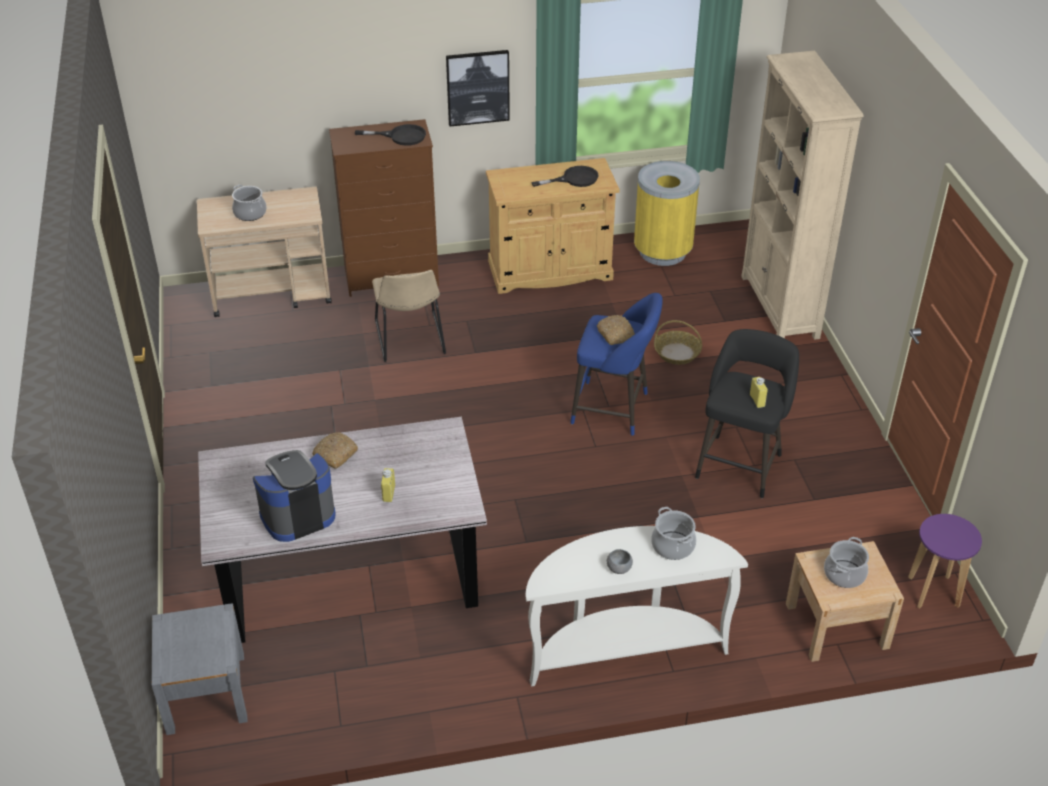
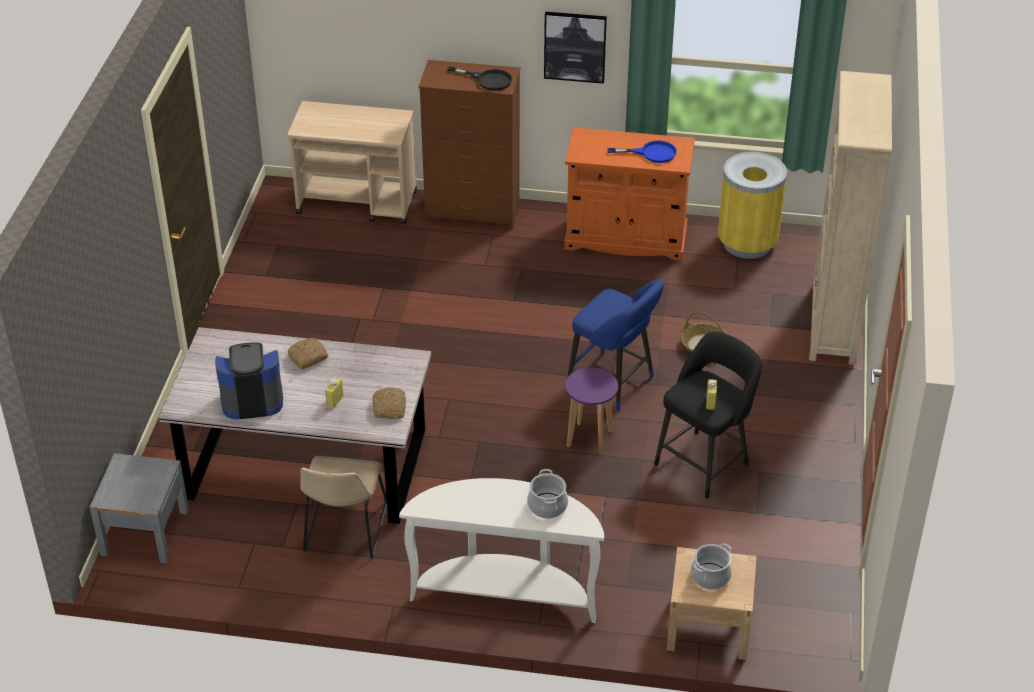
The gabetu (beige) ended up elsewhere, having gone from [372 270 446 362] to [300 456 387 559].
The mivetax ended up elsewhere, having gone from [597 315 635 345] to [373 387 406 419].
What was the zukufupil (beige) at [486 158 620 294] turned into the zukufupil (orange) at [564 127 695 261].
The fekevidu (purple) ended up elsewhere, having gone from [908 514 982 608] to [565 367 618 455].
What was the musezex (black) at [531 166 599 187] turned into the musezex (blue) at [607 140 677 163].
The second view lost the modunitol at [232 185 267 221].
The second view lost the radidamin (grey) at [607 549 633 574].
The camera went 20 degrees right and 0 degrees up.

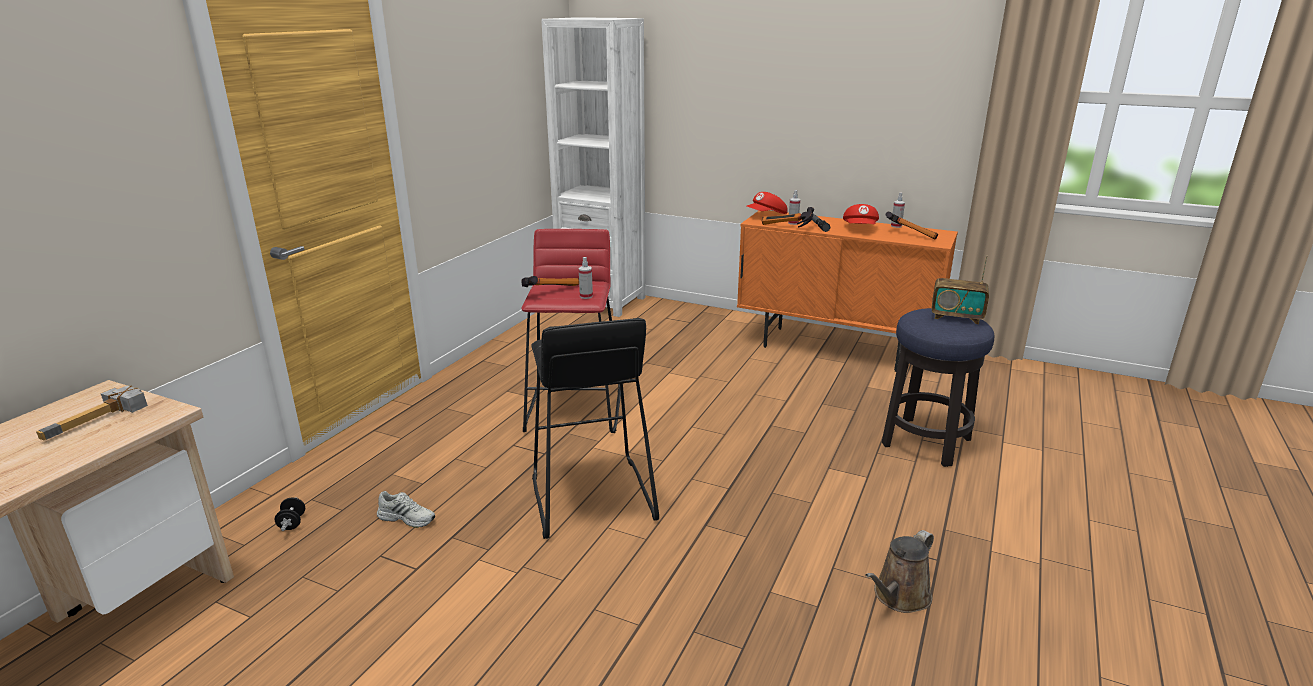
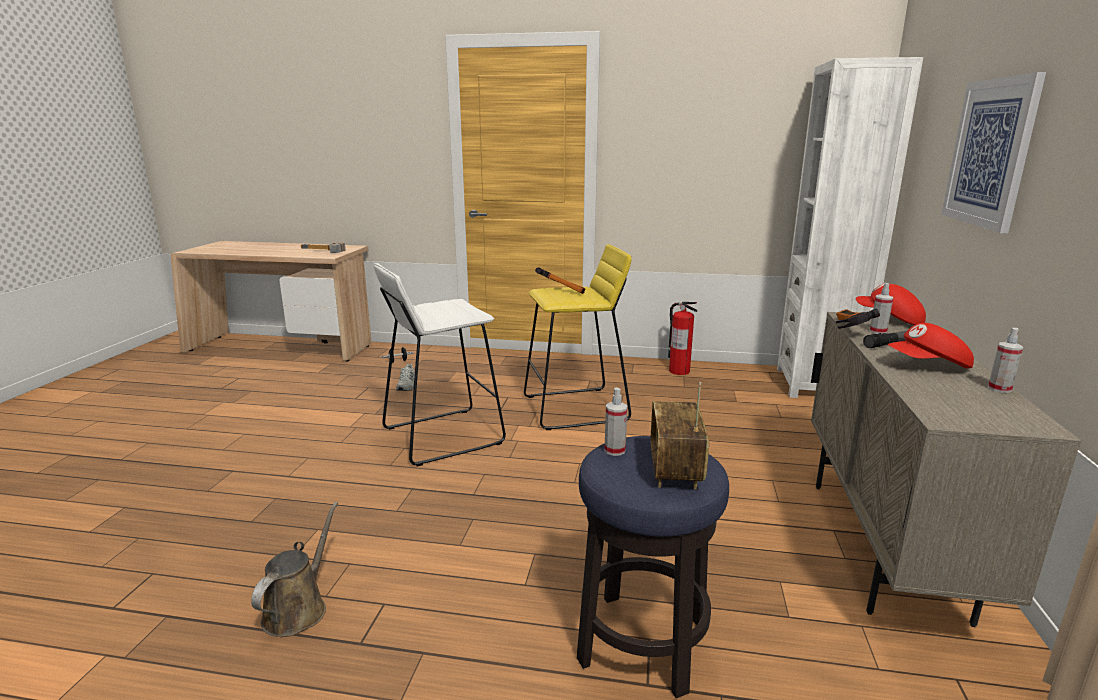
The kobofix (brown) at [865 530 934 613] ended up facing another way, 75 degrees clockwise from before.
What was the fekevidu (black) at [531 318 659 539] turned into the fekevidu (white) at [374 263 506 467].
What was the fekevidu (red) at [521 229 621 433] turned into the fekevidu (yellow) at [524 244 632 430].
The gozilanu ended up elsewhere, having gone from [579 257 593 299] to [604 388 627 456].
The second view gained the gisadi at [668 302 697 375].
What was the zukufupil (orange) at [737 210 958 372] turned into the zukufupil (beige) at [811 312 1081 627].
The second view gained the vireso at [941 72 1046 233].
The second view lost the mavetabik at [885 212 938 239].
The camera went 75 degrees right and 5 degrees down.

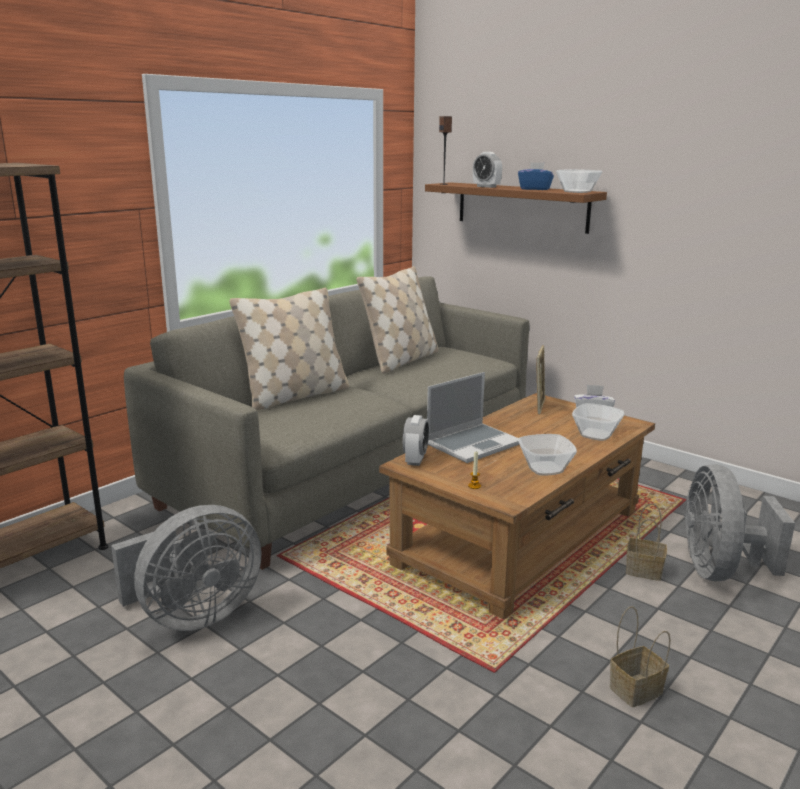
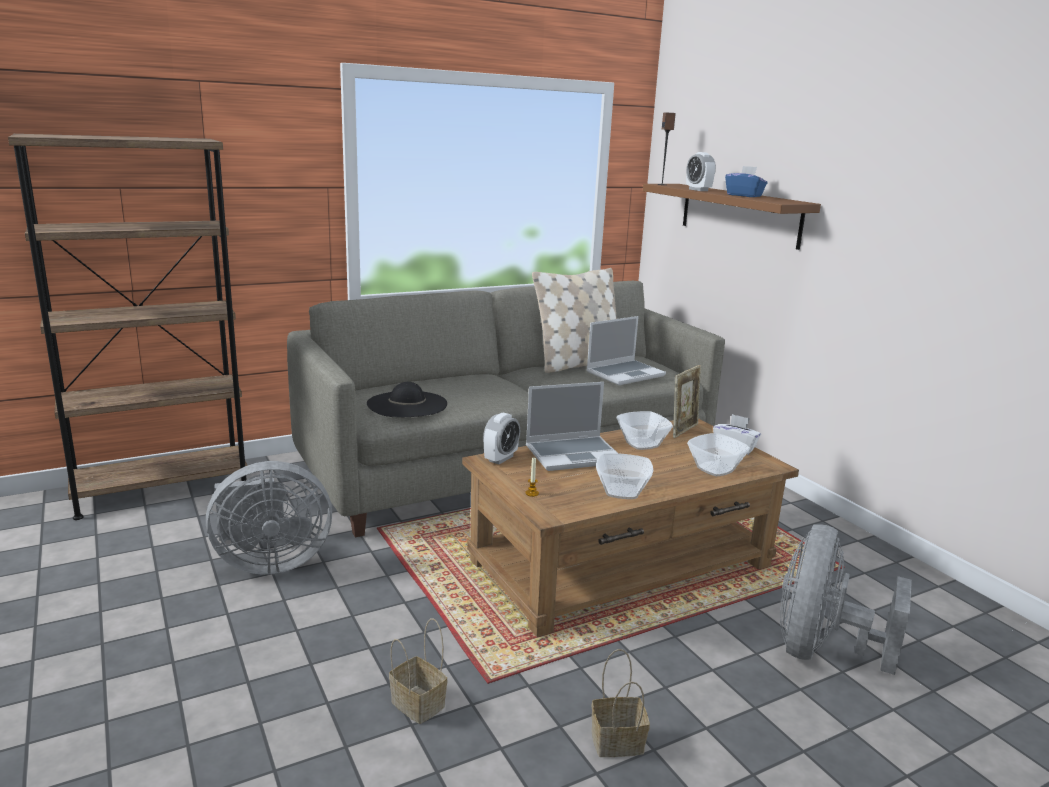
The second view gained the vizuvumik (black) at [367 382 447 417].
The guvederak ended up elsewhere, having gone from [626 503 667 581] to [389 618 447 724].
The second view gained the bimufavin at [586 316 666 385].
The radidamin ended up elsewhere, having gone from [556 169 602 193] to [616 411 673 450].
The second view lost the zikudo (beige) at [229 288 349 410].
The camera went 20 degrees right and 0 degrees up.

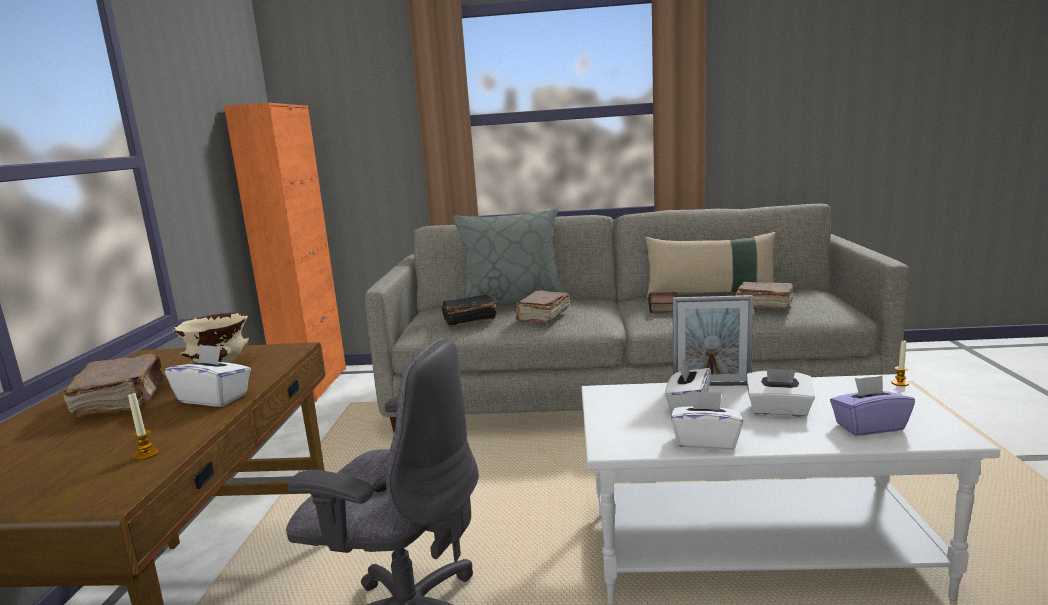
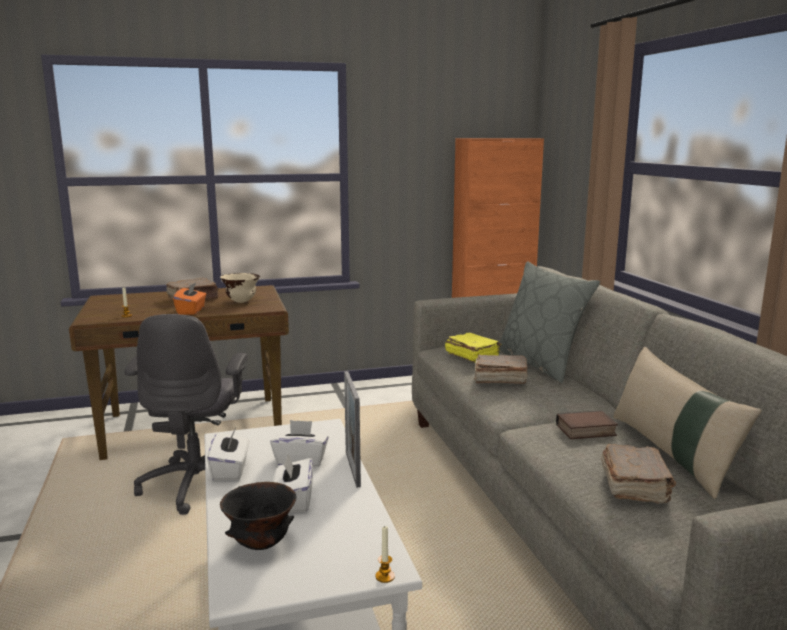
What was the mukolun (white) at [165 344 251 407] turned into the mukolun (orange) at [173 282 206 315].
Where the mukolun (purple) stood at [830 376 915 436], the radidamin (black) came to stand at [220 482 296 550].
What was the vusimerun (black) at [442 295 497 327] turned into the vusimerun (yellow) at [445 332 501 363].
The camera went 70 degrees right and 0 degrees up.

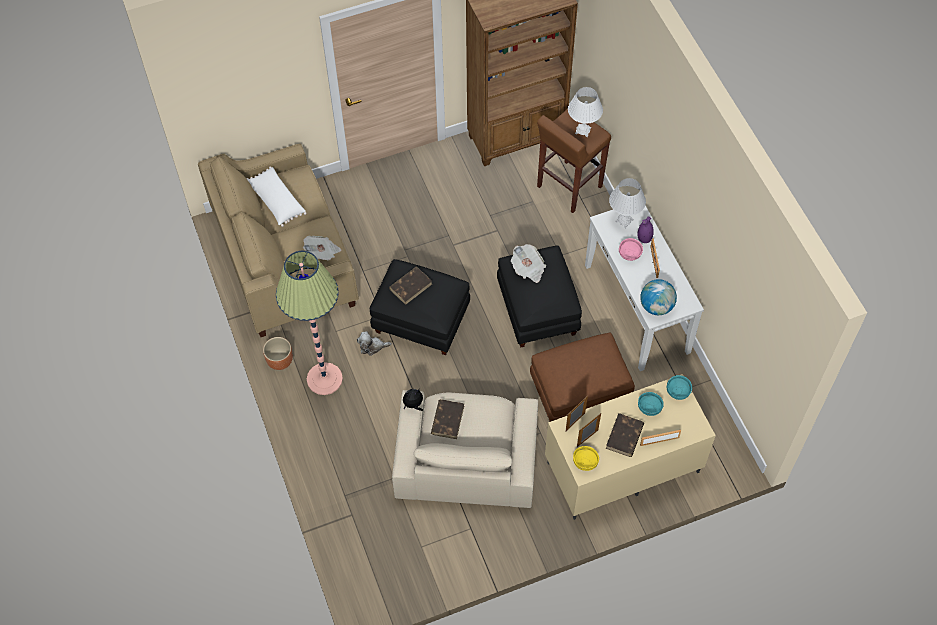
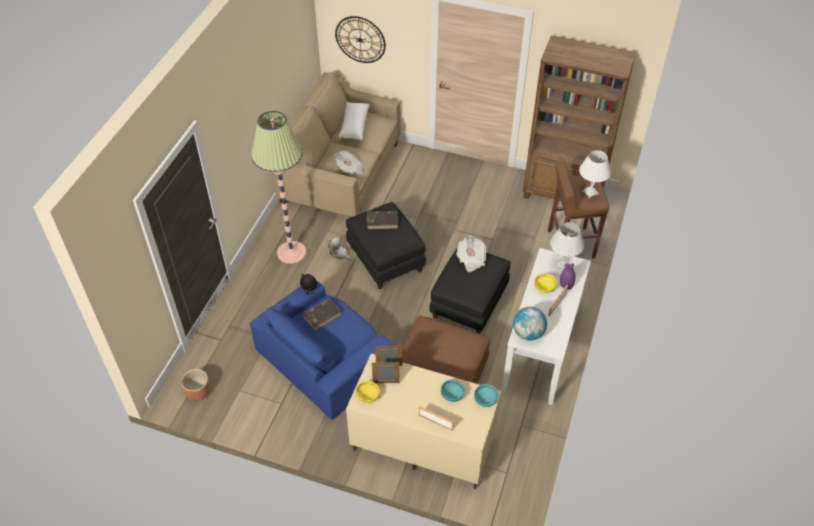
The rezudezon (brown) ended up elsewhere, having gone from [263 337 293 370] to [181 369 210 400].
What was the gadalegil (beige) at [392 390 538 508] turned into the gadalegil (blue) at [250 280 393 420].
The second view gained the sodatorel at [335 16 386 63].
What was the radidamin (pink) at [619 238 643 261] turned into the radidamin (yellow) at [534 273 557 293].
The second view lost the vusimerun (brown) at [606 413 644 457].
The camera went 40 degrees right and 10 degrees down.

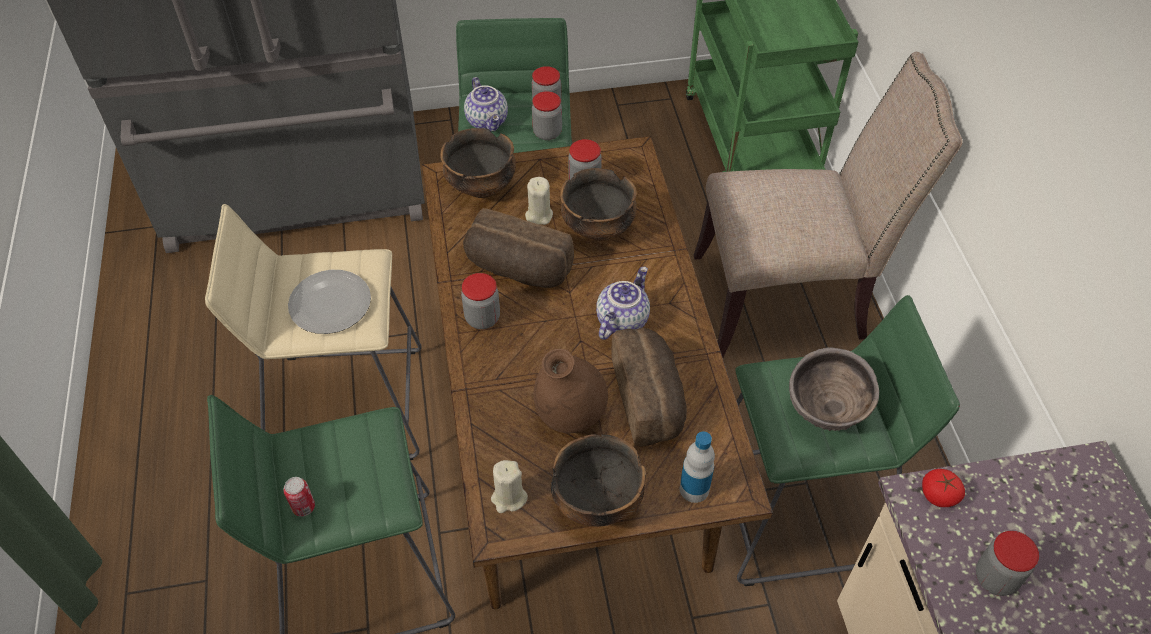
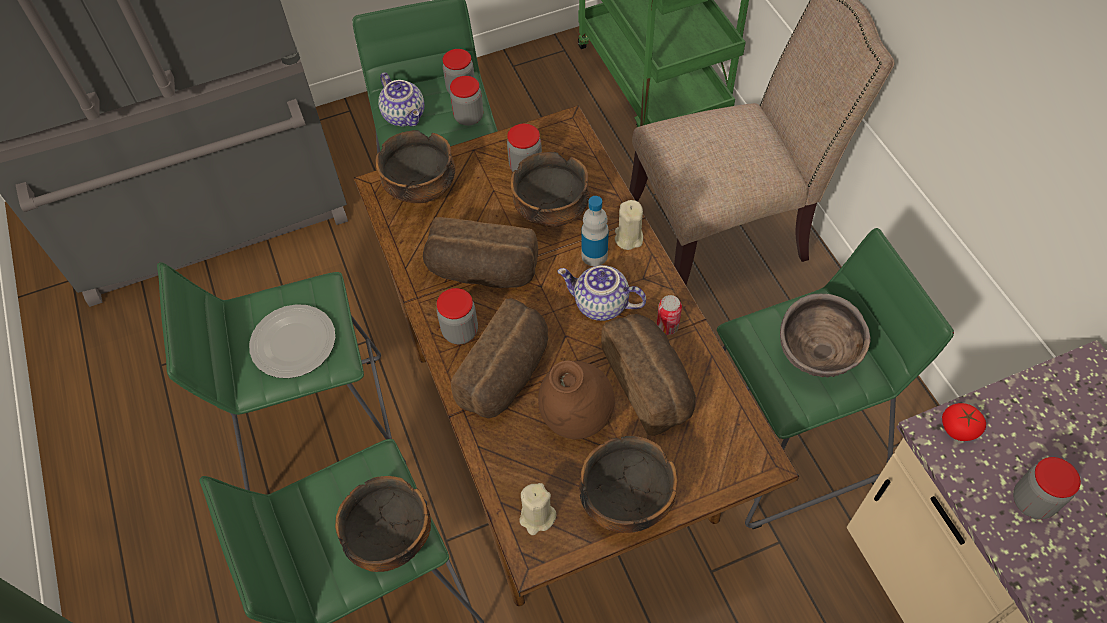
What was the fekevidu (beige) at [205 204 422 460] turned into the fekevidu (green) at [157 262 406 491].
The second view gained the radidamin at [335 476 431 572].
The second view gained the mivetax at [451 298 548 418].
The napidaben at [596 267 650 340] ended up facing another way, 90 degrees counterclockwise from before.
The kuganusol ended up elsewhere, having gone from [680 431 715 503] to [581 196 609 266].
The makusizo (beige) ended up elsewhere, having gone from [525 177 553 225] to [615 200 643 250].
The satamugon ended up elsewhere, having gone from [283 477 315 516] to [656 295 682 335].
The camera went 10 degrees left and 5 degrees up.

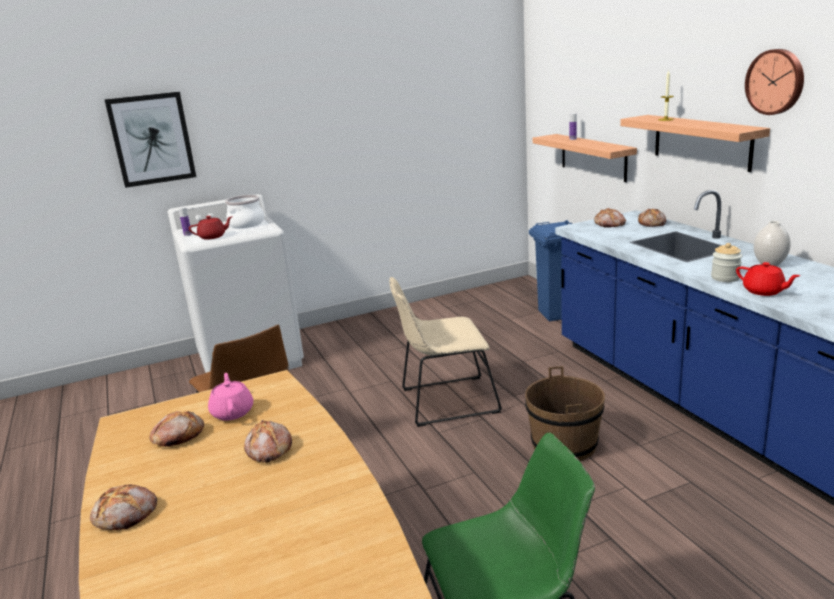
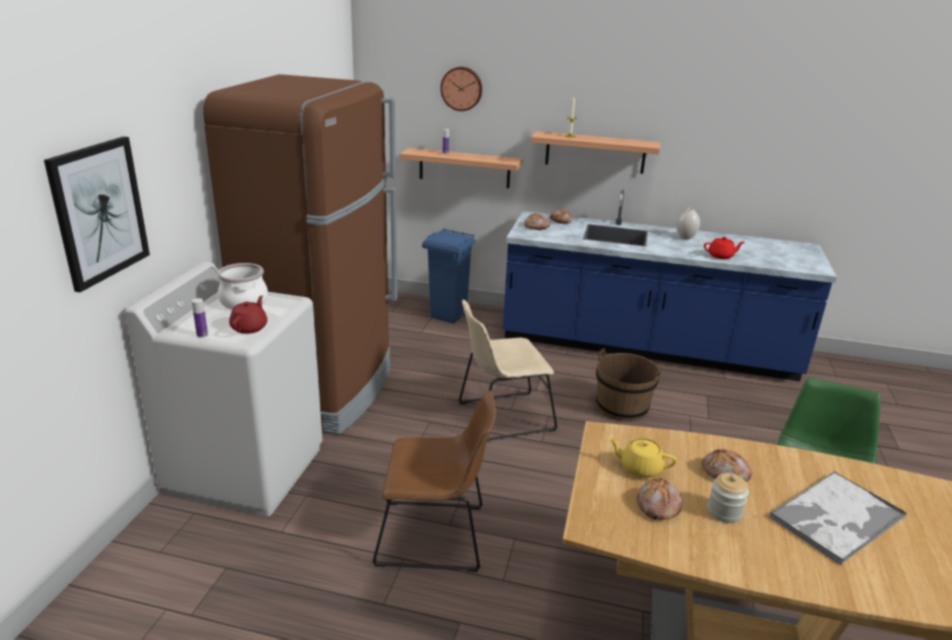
The second view gained the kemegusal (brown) at [203 74 397 435].
The sodatorel ended up elsewhere, having gone from [745 49 804 115] to [440 67 482 111].
The gabetu (beige) at [390 277 502 427] ended up facing another way, 45 degrees clockwise from before.
What was the napidaben (pink) at [208 373 253 421] turned into the napidaben (yellow) at [609 438 677 478].
The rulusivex ended up elsewhere, having gone from [711 243 742 282] to [708 473 749 523].
The second view gained the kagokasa at [769 471 907 565].
The second view lost the mivetax at [90 485 157 530].
The camera went 55 degrees left and 5 degrees up.

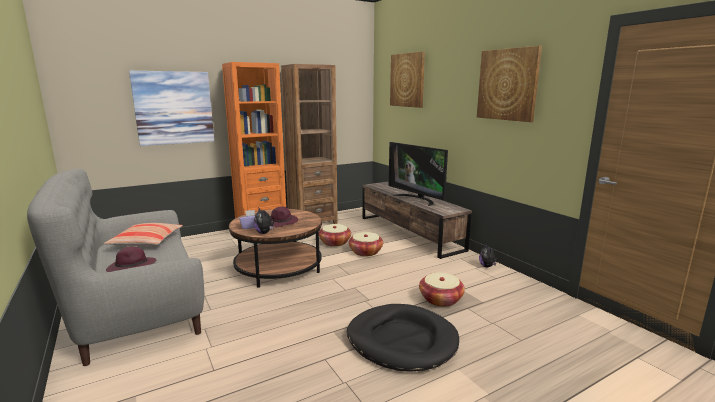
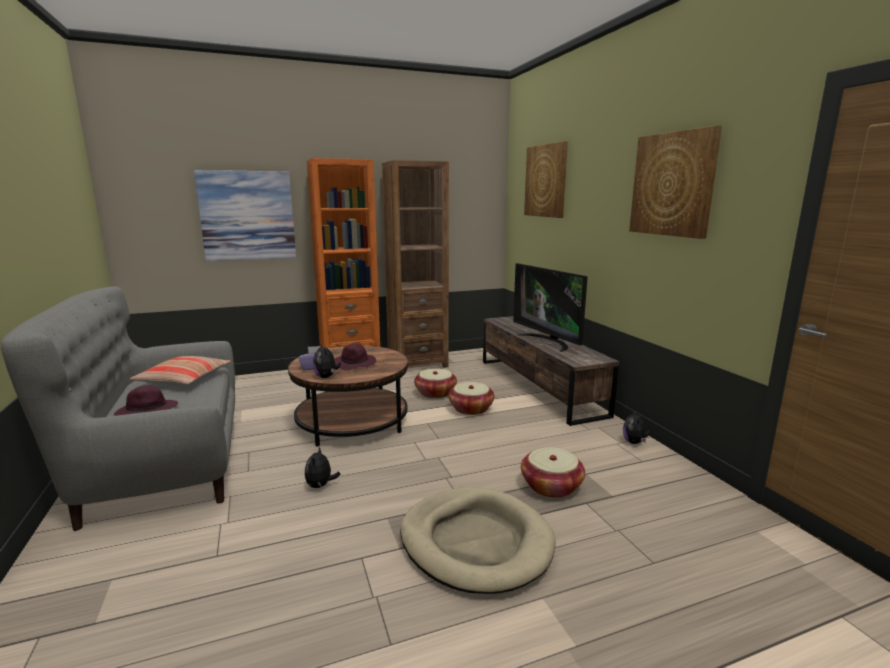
The second view gained the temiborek at [305 447 340 488].
What was the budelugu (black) at [347 304 459 372] turned into the budelugu (beige) at [400 487 556 594].
The camera went 10 degrees right and 0 degrees up.

